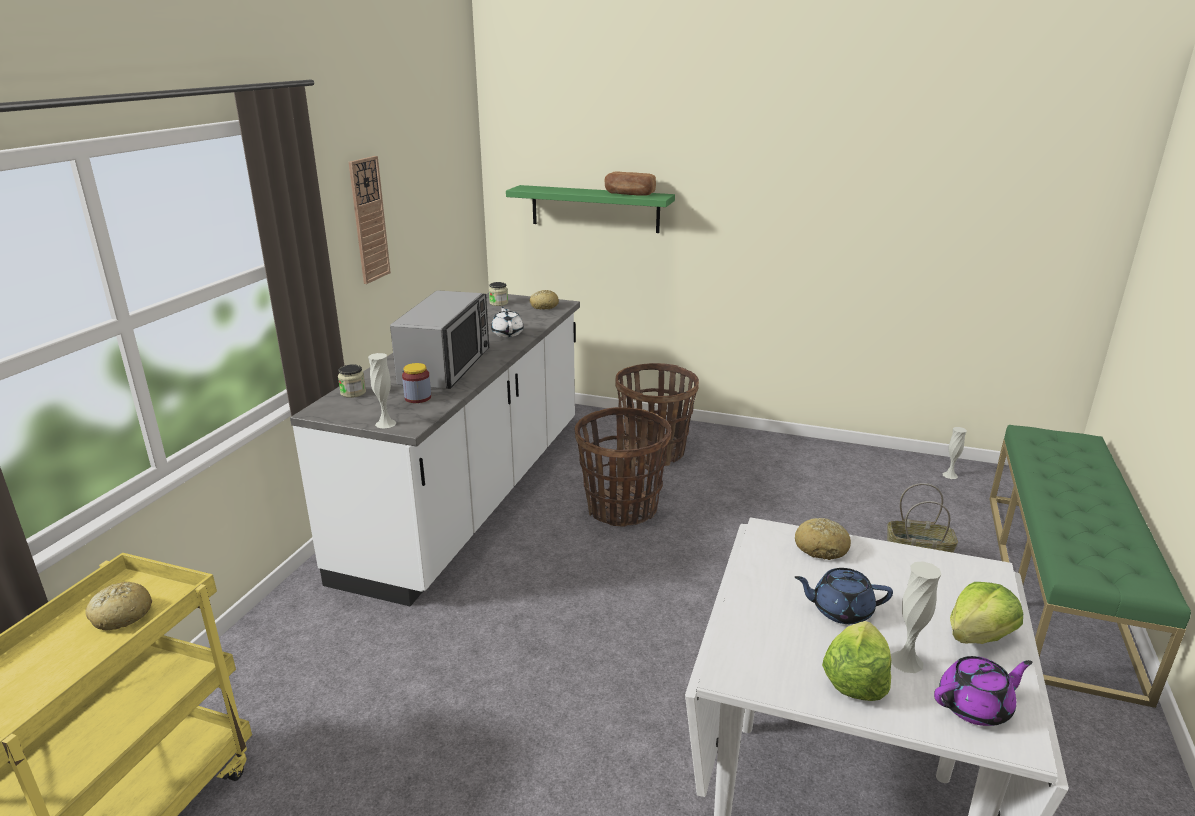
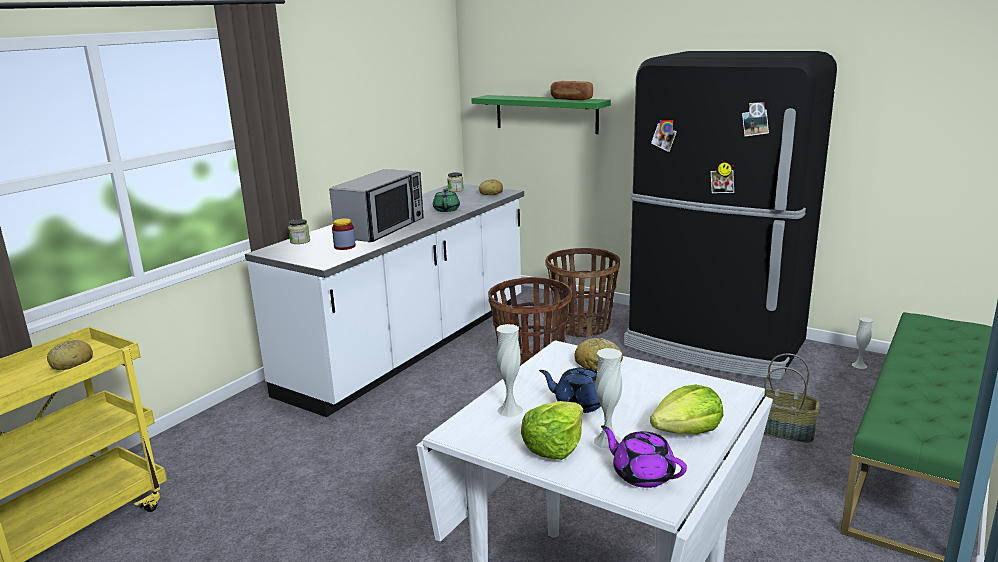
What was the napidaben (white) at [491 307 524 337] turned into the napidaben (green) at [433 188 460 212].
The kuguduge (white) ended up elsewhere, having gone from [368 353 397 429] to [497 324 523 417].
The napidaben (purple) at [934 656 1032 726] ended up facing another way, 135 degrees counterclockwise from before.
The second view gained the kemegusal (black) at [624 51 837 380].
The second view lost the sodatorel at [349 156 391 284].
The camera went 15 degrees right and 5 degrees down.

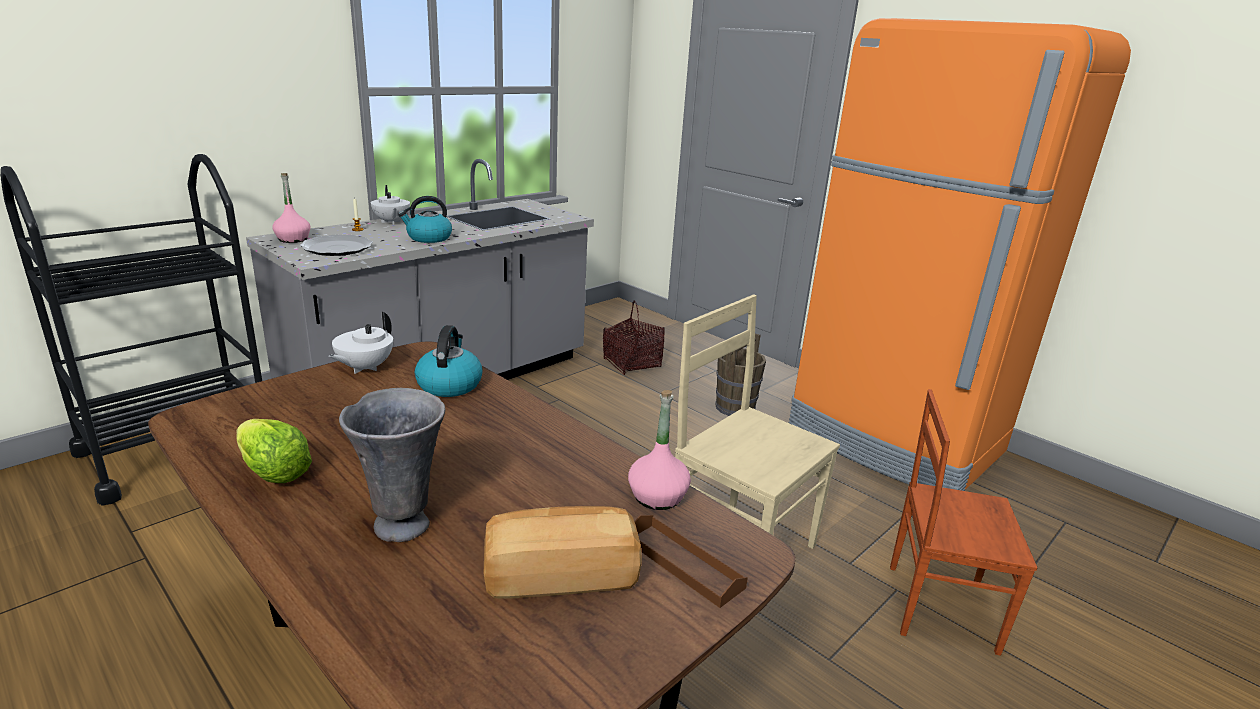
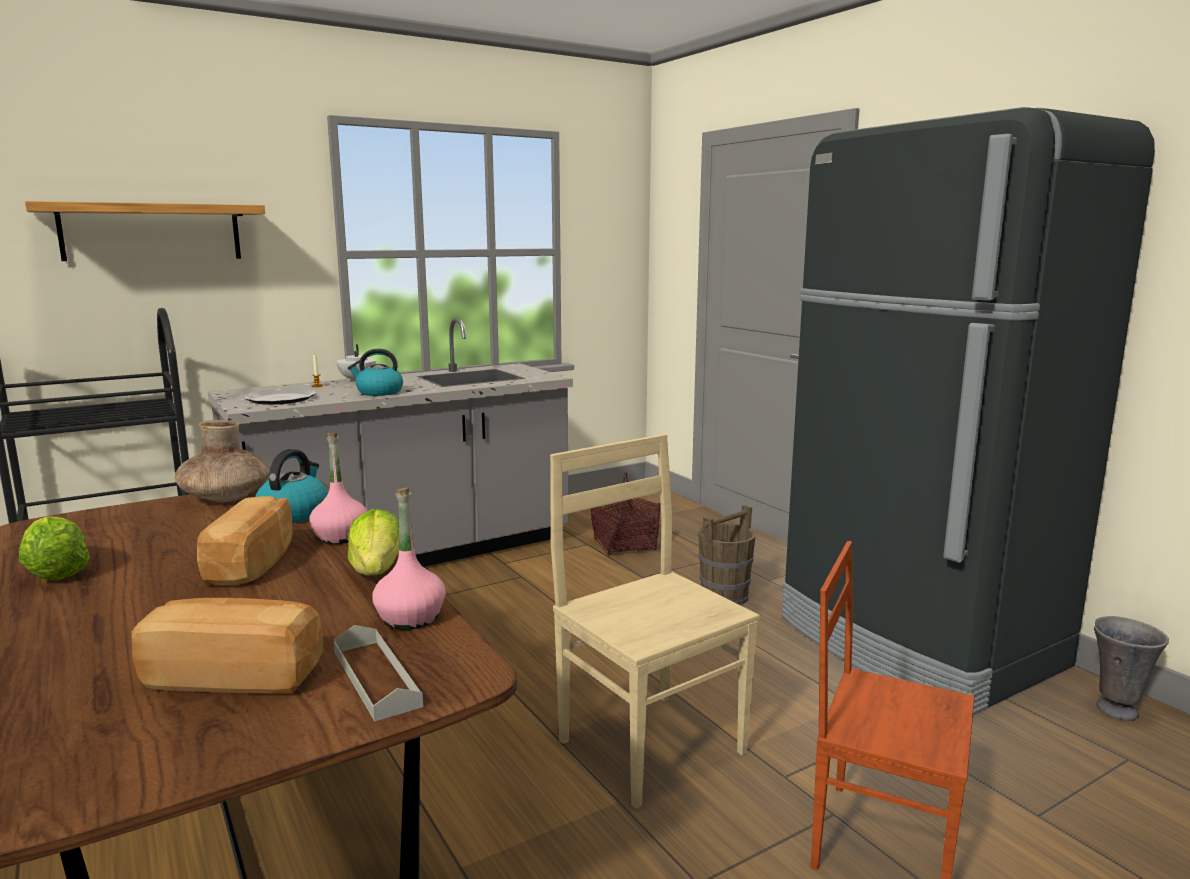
The second view gained the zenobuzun at [25 201 265 261].
Where the napidaben (white) stood at [328 312 393 374], the kuguduge (brown) came to stand at [175 420 270 502].
The second view gained the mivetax at [197 496 293 585].
The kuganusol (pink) ended up elsewhere, having gone from [272 173 311 243] to [309 433 367 544].
What was the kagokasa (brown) at [634 515 748 608] turned into the kagokasa (grey) at [333 625 423 722].
The second view gained the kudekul at [348 509 399 576].
What was the kemegusal (orange) at [789 18 1131 491] turned into the kemegusal (black) at [782 107 1155 715].
The kuguduge (grey) ended up elsewhere, having gone from [339 388 445 542] to [1094 616 1169 721].
The camera went 15 degrees right and 10 degrees down.

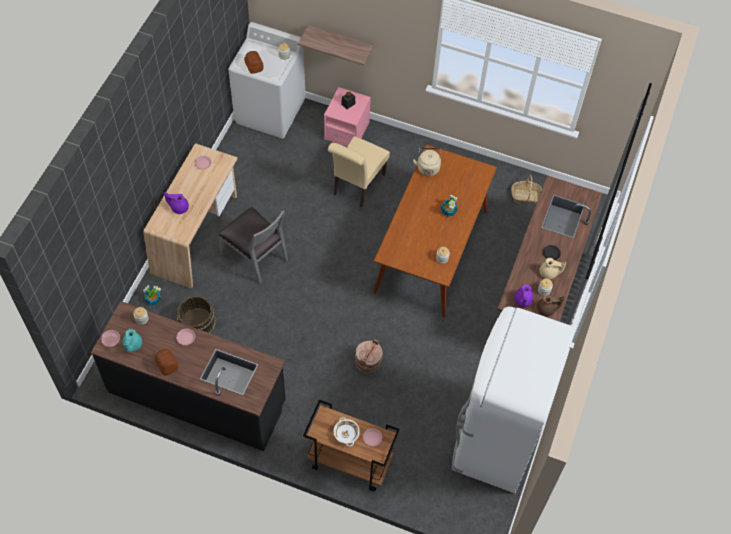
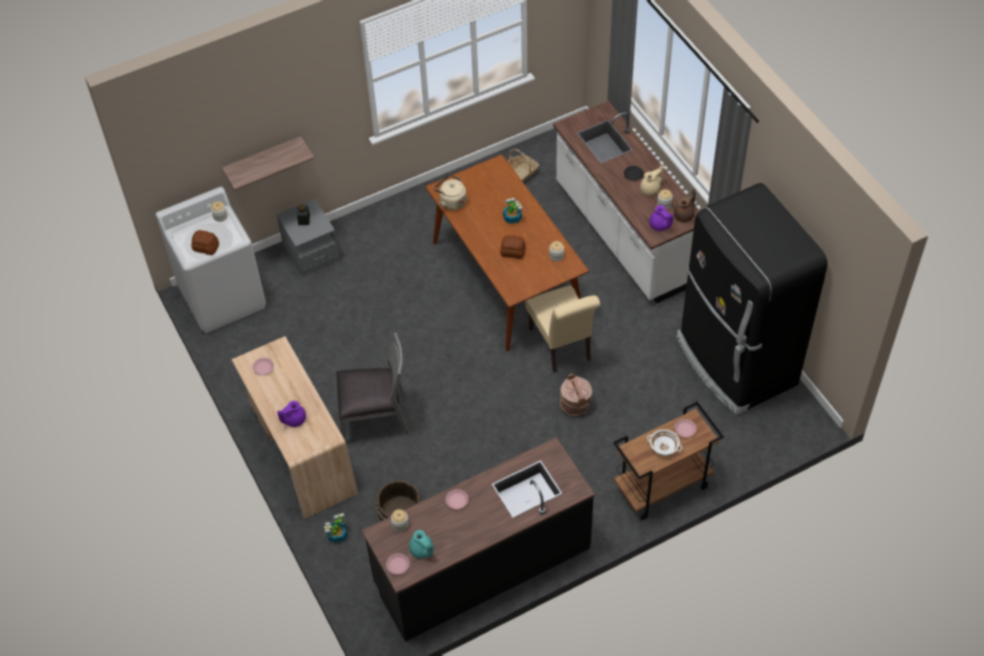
What was the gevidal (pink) at [324 87 371 147] turned into the gevidal (grey) at [276 199 340 276].
The mivetax ended up elsewhere, having gone from [154 349 179 376] to [500 235 525 259].
The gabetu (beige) ended up elsewhere, having gone from [328 136 390 208] to [525 285 601 373].
What was the kemegusal (white) at [452 306 575 493] turned into the kemegusal (black) at [677 183 828 415].
The camera went 45 degrees left and 5 degrees down.

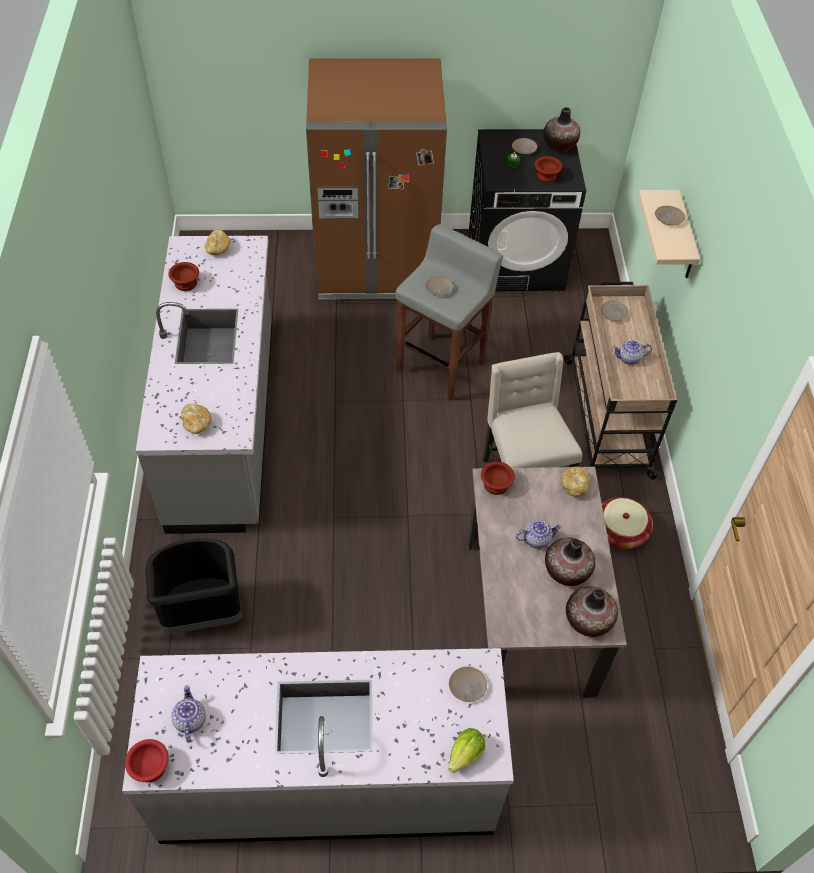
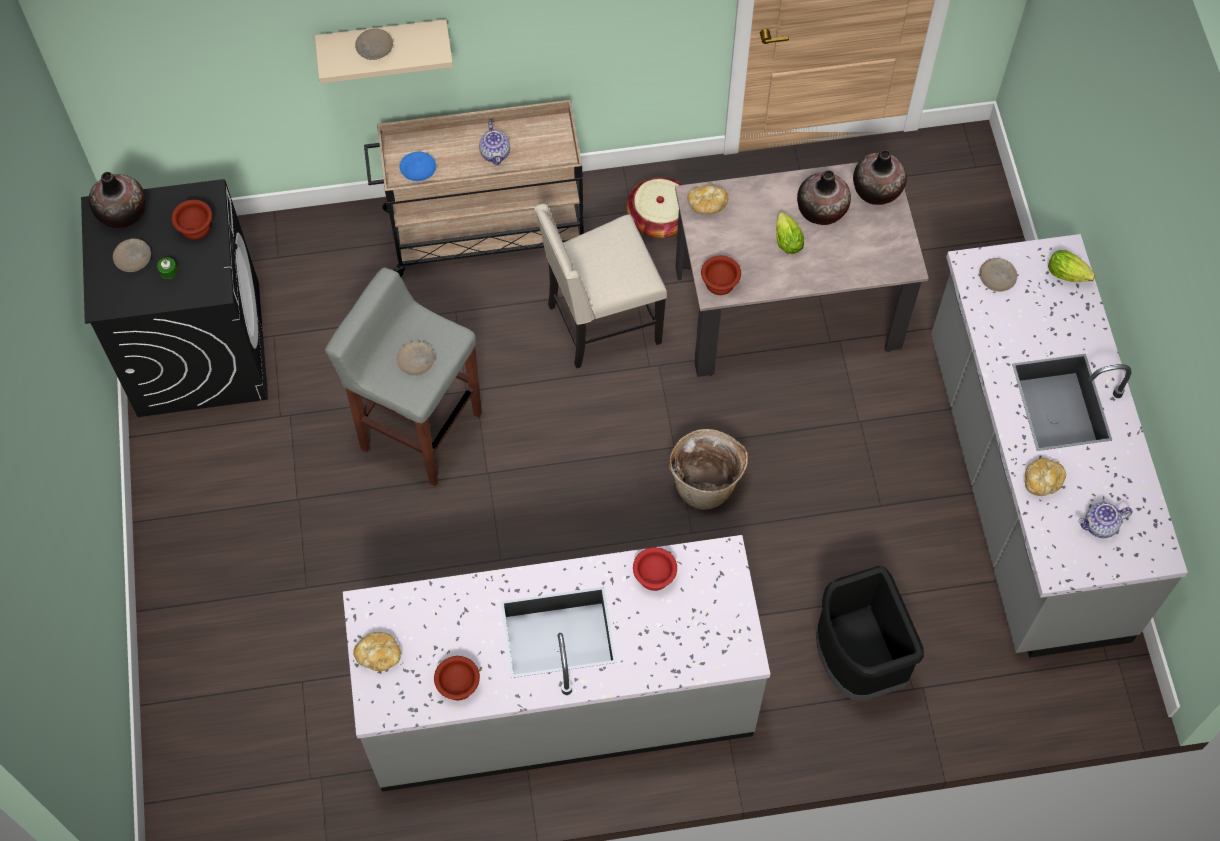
What was the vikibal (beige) at [601 301 628 321] turned into the vikibal (blue) at [399 152 436 181].
The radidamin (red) ended up elsewhere, having gone from [125 739 169 782] to [633 547 677 591].
The second view gained the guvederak at [669 429 748 510].
Where the napidaben stood at [515 520 563 549], the kudekul came to stand at [776 212 804 254].
The mivetax ended up elsewhere, having gone from [181 404 212 434] to [1025 458 1066 496].
The second view lost the kemegusal (brown) at [306 58 447 300].
The camera went 95 degrees left and 10 degrees up.

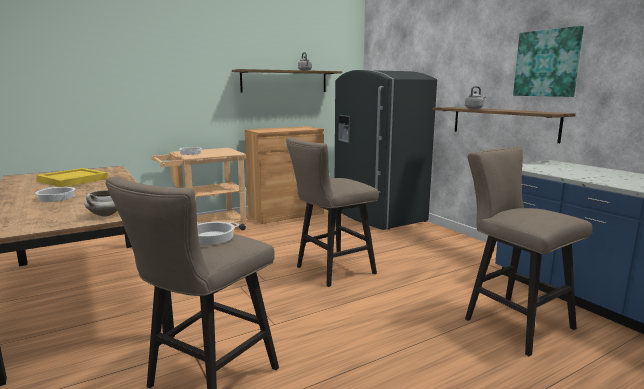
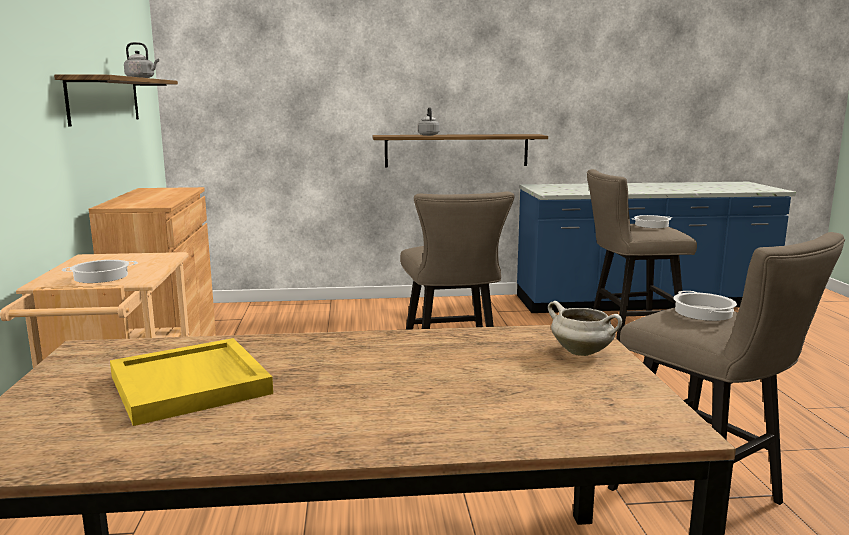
The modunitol ended up elsewhere, having gone from [35 187 75 202] to [632 215 672 228].
The second view lost the kemegusal (grey) at [335 70 437 230].
The second view lost the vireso at [513 26 584 97].
The camera went 65 degrees left and 0 degrees up.

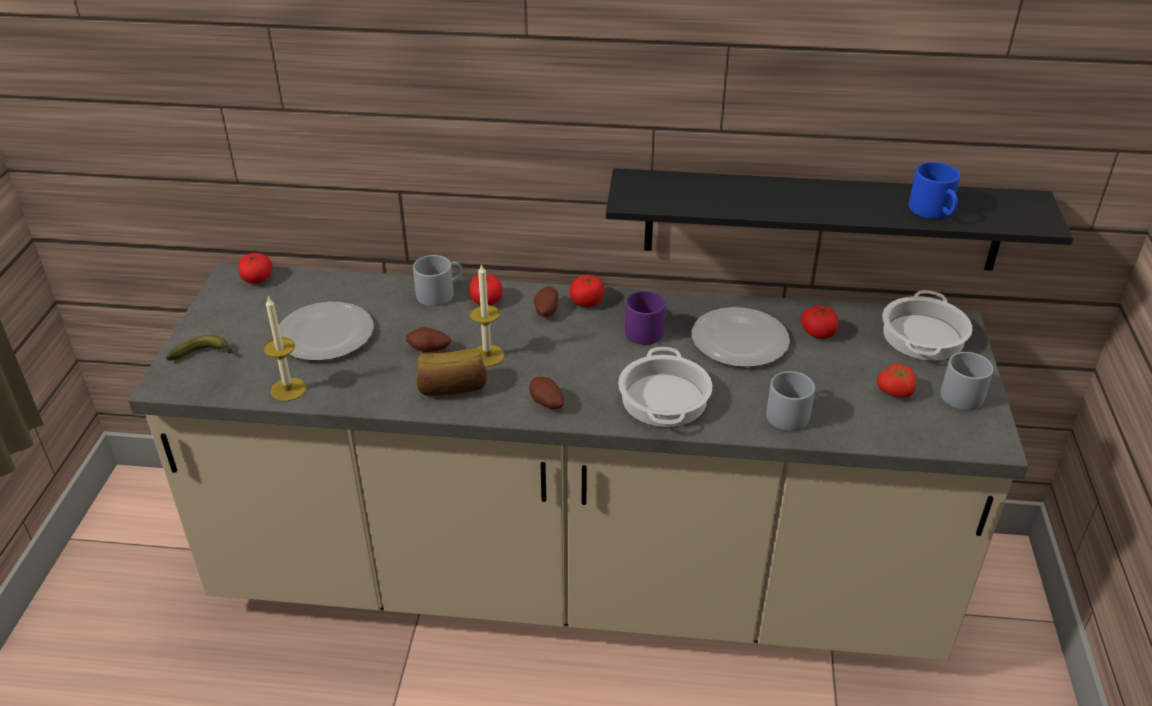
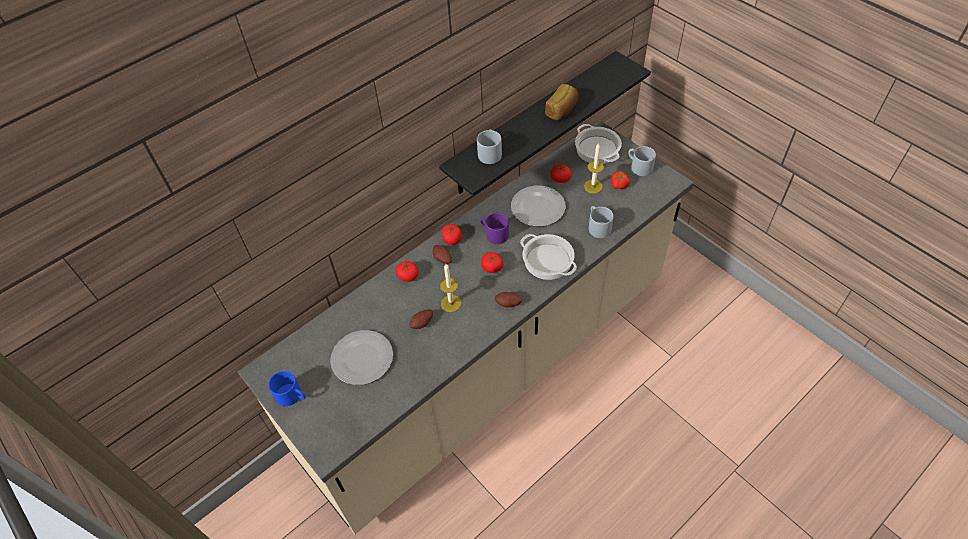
The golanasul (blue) ended up elsewhere, having gone from [909 162 960 219] to [268 371 305 406].
The golanasul (grey) ended up elsewhere, having gone from [413 255 462 306] to [477 129 502 164].
The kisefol ended up elsewhere, having gone from [238 253 273 284] to [481 252 503 273].
The mivetax ended up elsewhere, having gone from [417 348 487 396] to [545 84 578 120].
The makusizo ended up elsewhere, having gone from [263 296 307 401] to [584 143 604 193].
The second view lost the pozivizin at [166 335 233 361].
The camera went 45 degrees left and 15 degrees up.

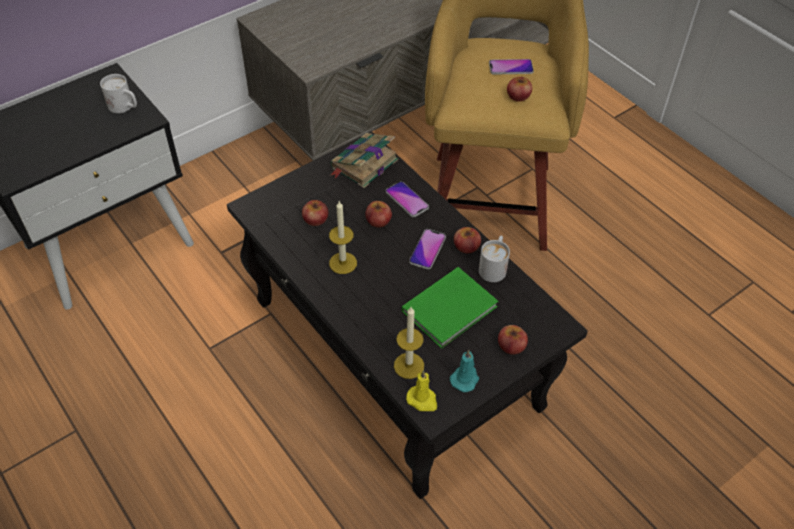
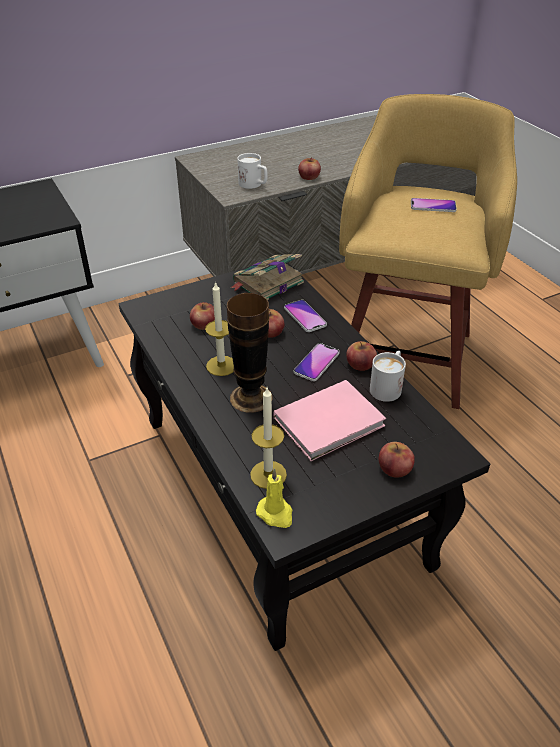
The second view gained the kuguduge at [227 293 272 413].
The golanasul (white) ended up elsewhere, having gone from [100 74 137 113] to [237 153 267 189].
What was the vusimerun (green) at [402 267 498 349] turned into the vusimerun (pink) at [274 380 386 461].
The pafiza ended up elsewhere, having gone from [507 77 532 102] to [298 157 321 180].
The second view lost the makusizo (turquoise) at [450 350 479 392].
The camera went 10 degrees right and 10 degrees down.

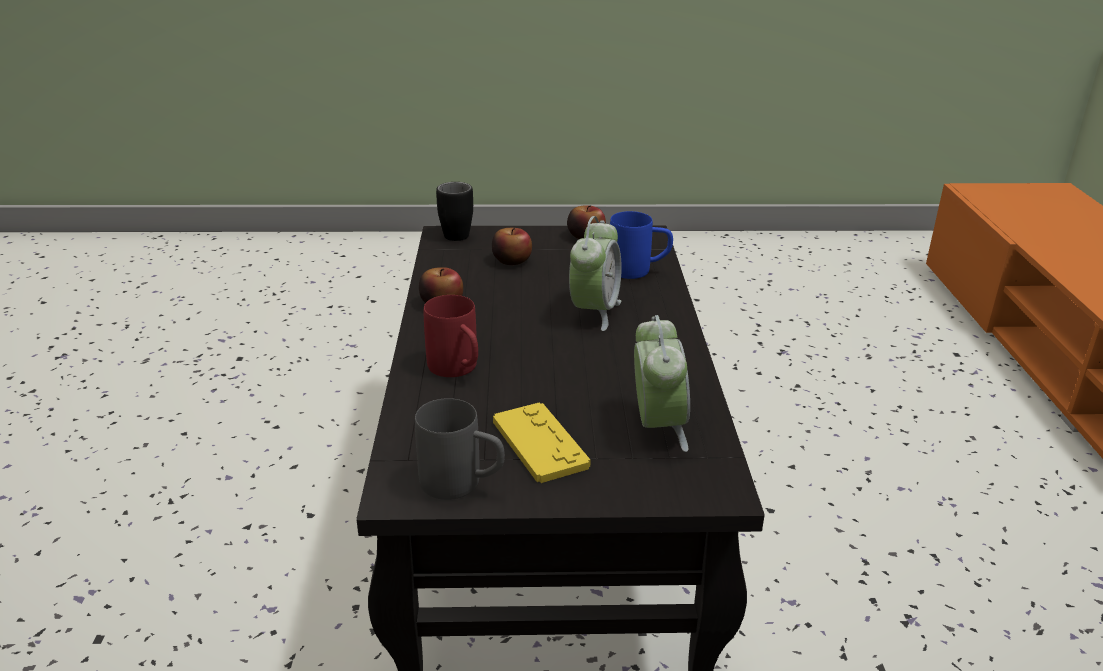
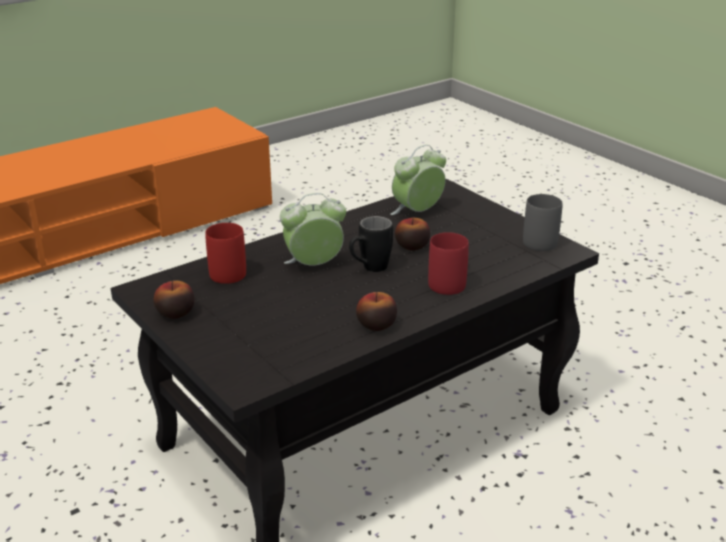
What was the golanasul (blue) at [610 211 673 279] turned into the golanasul (red) at [205 223 246 284].
The golanasul (black) ended up elsewhere, having gone from [436 182 473 241] to [349 216 393 272].
The pafiza ended up elsewhere, having gone from [492 228 532 265] to [395 217 430 251].
The second view lost the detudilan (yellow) at [493 403 591 483].
The camera went 125 degrees left and 0 degrees up.

